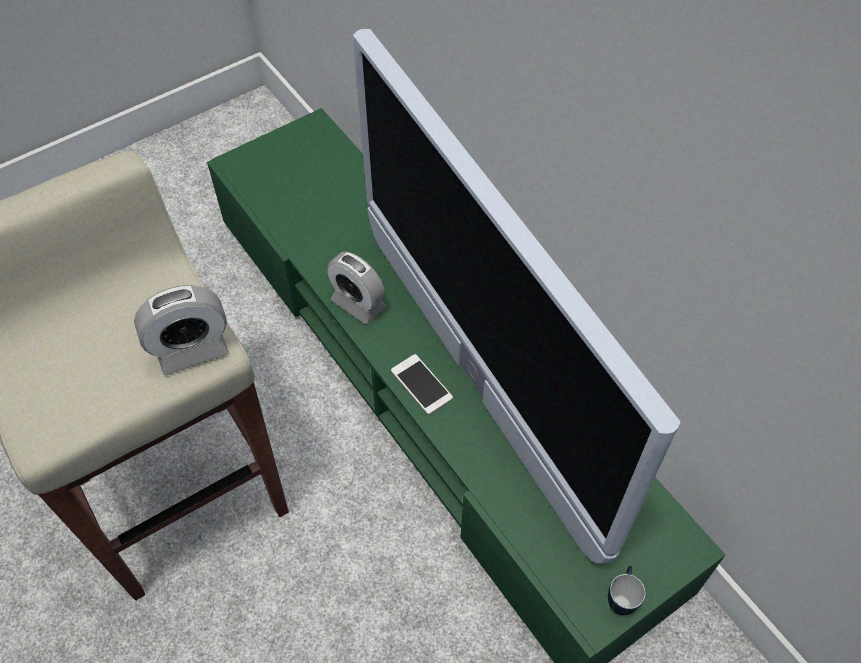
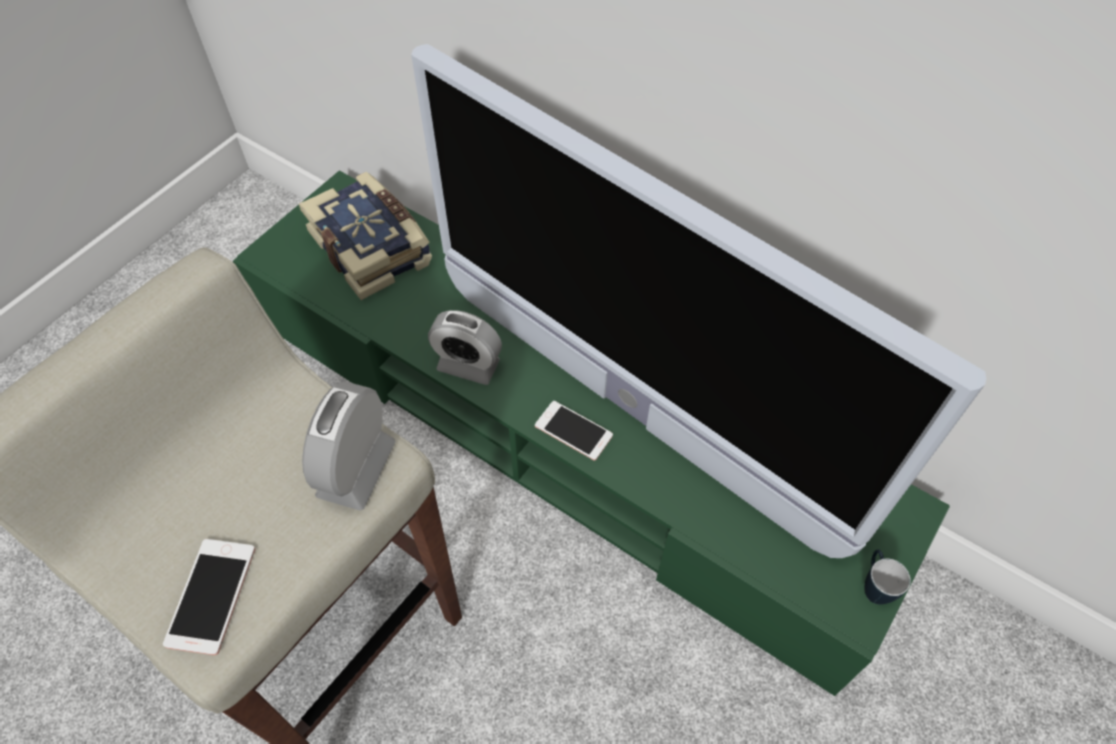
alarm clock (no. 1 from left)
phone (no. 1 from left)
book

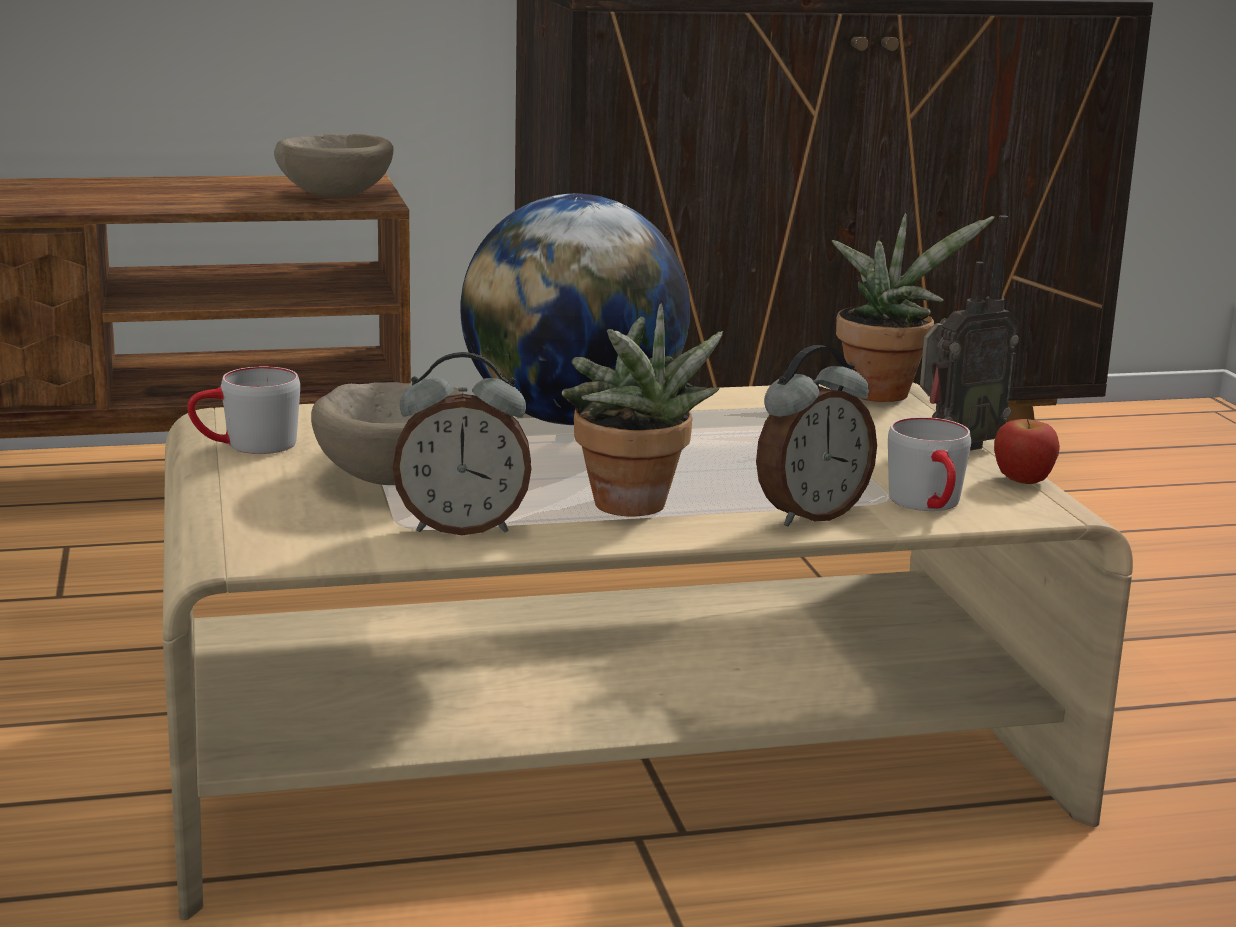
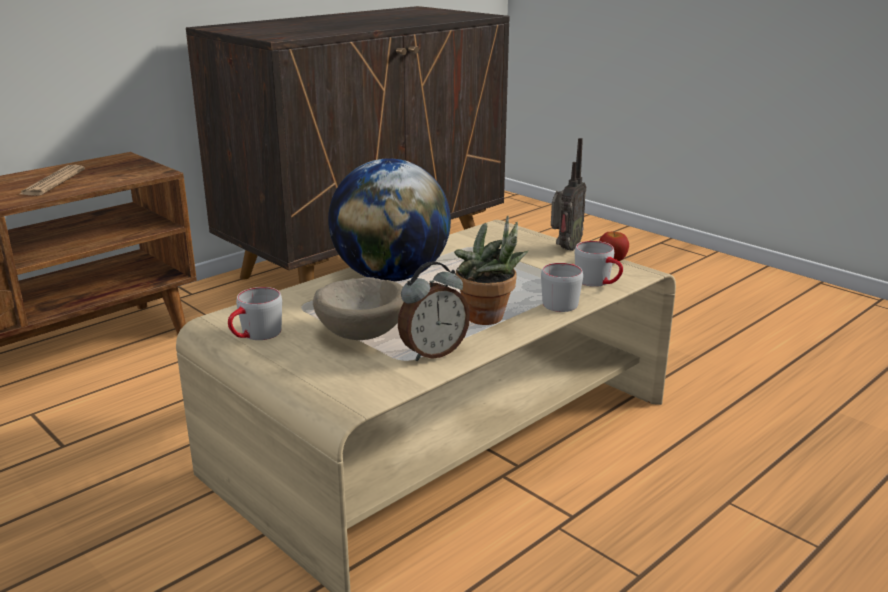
bowl/beige (no. 1 from left in the first image)
mug/grey (no. 2 from left)
potted plant (no. 2 from left in the first image)
newspaper

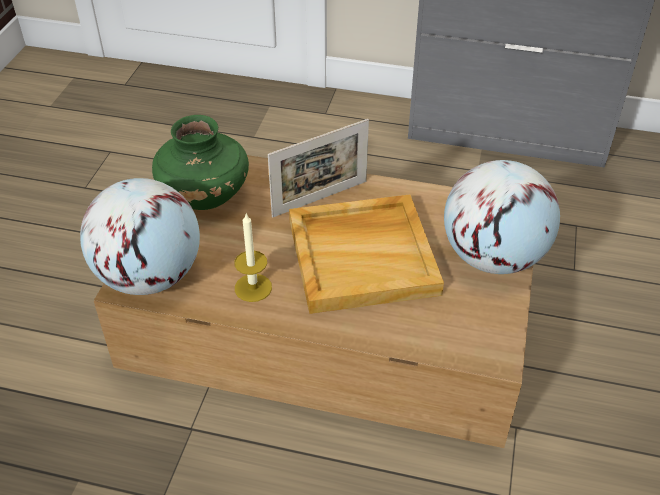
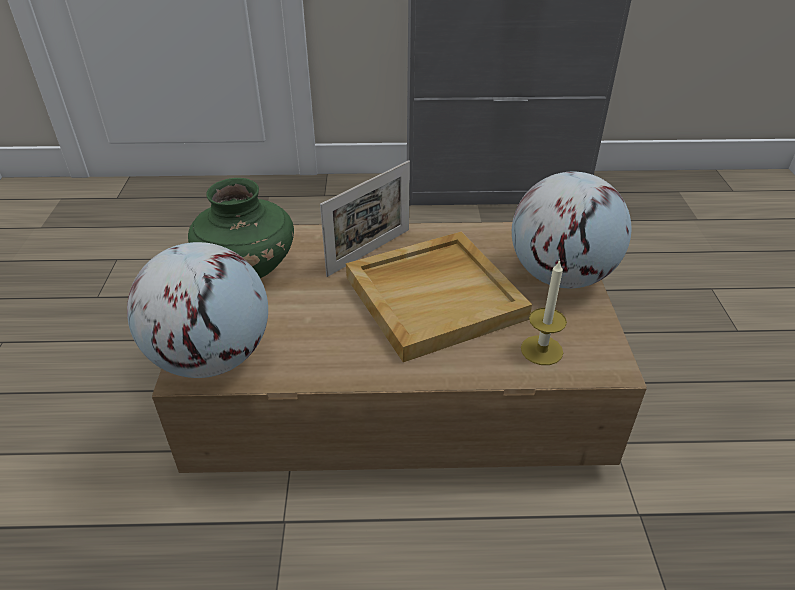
candle

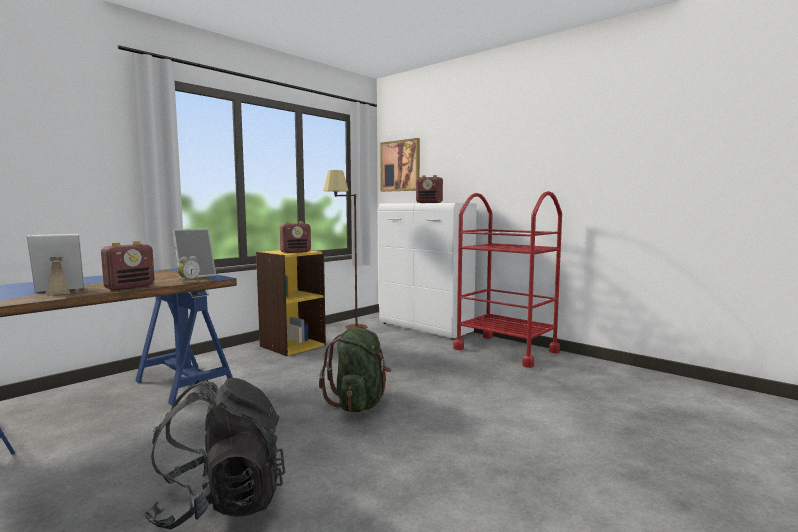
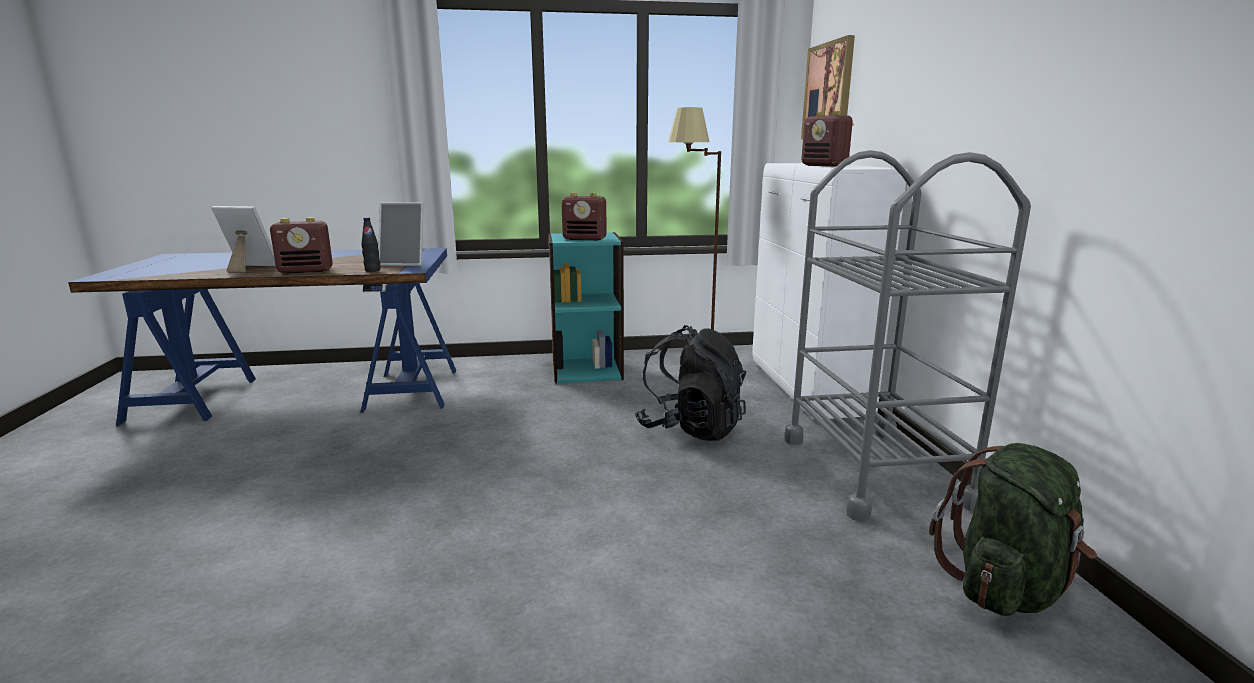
backpack/black
bottle/black
bookcase/turquoise
backpack/green
cart/grey

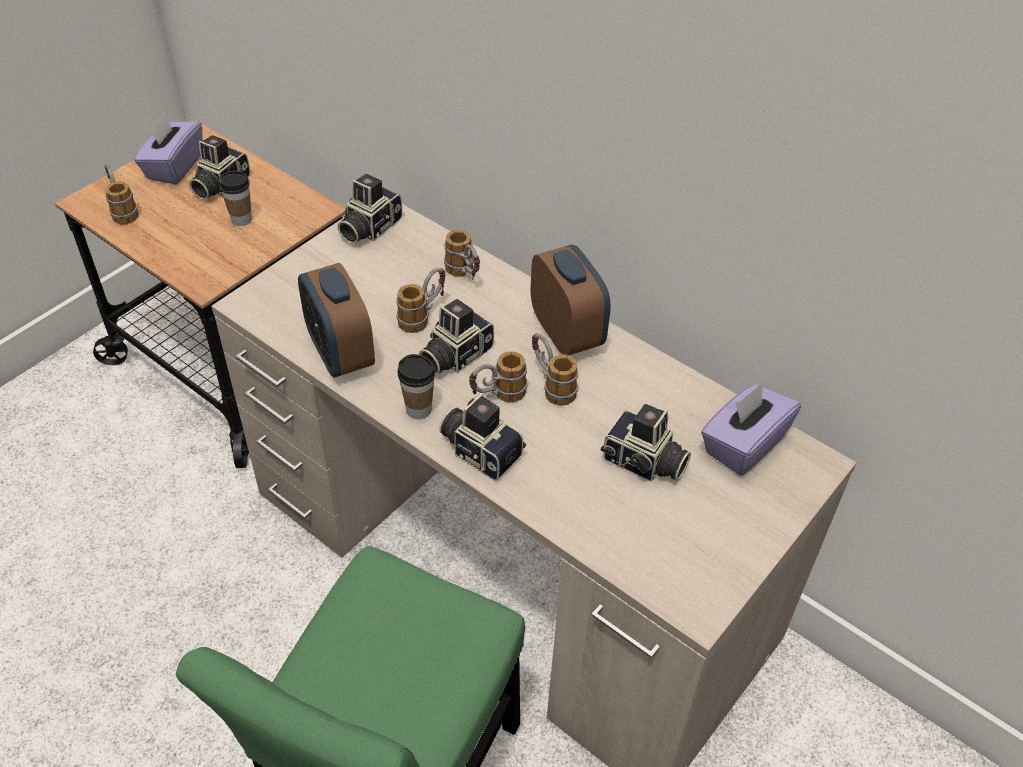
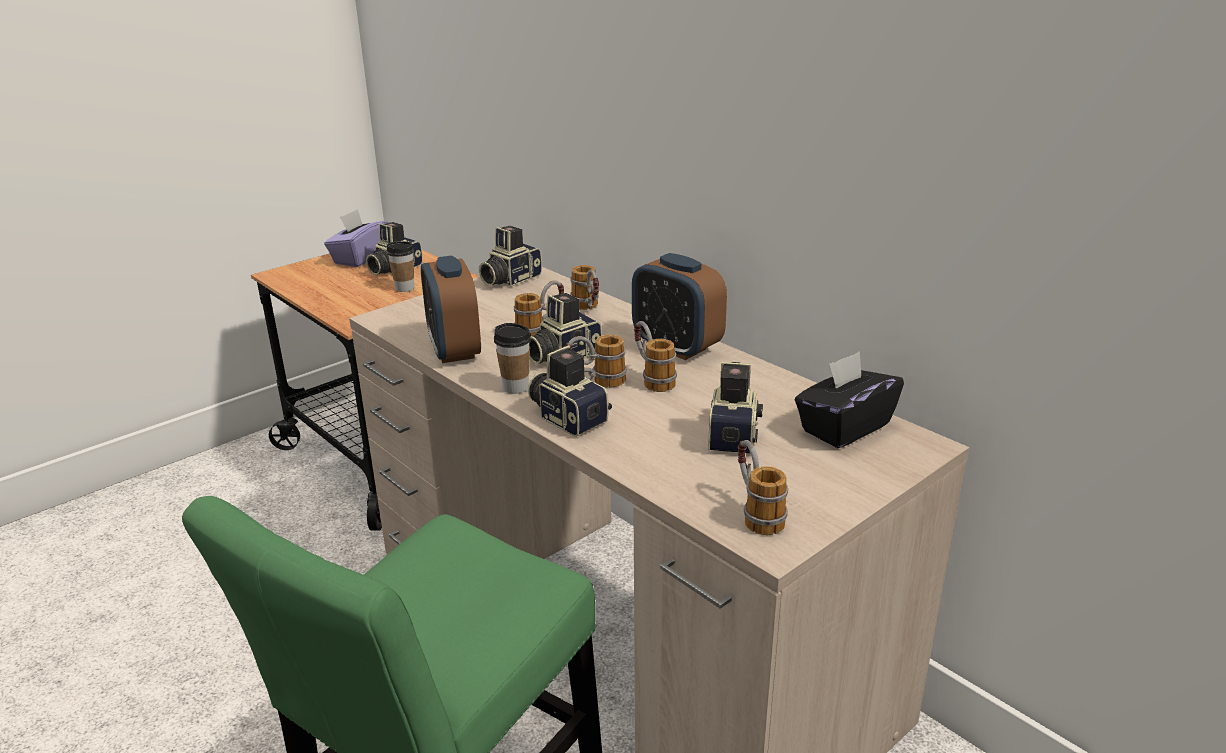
mug (no. 5 from left)
alarm clock (no. 2 from left)
photo camera (no. 5 from left)
tissue box/black

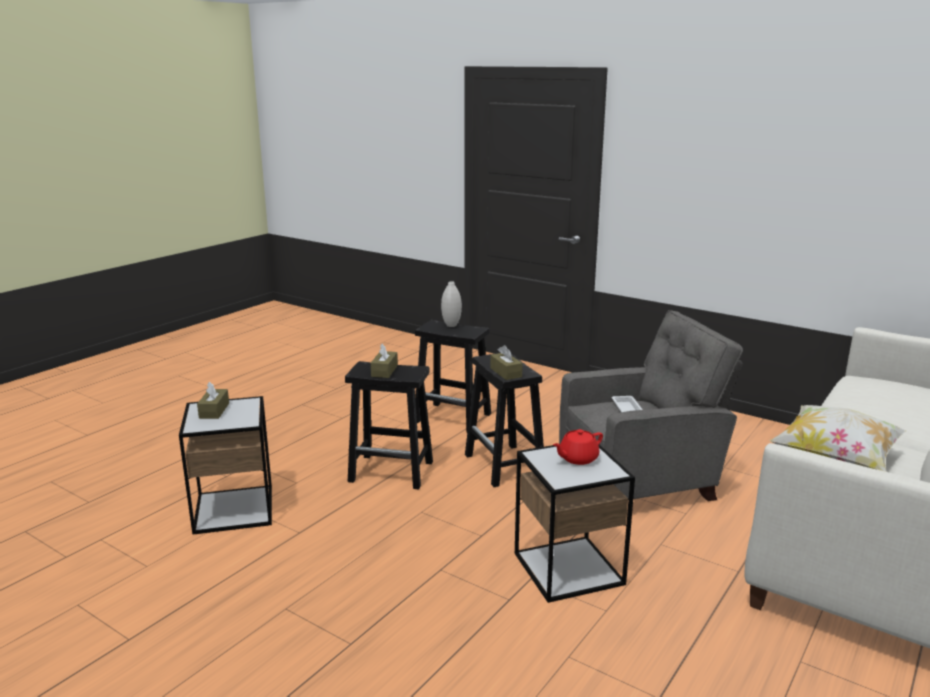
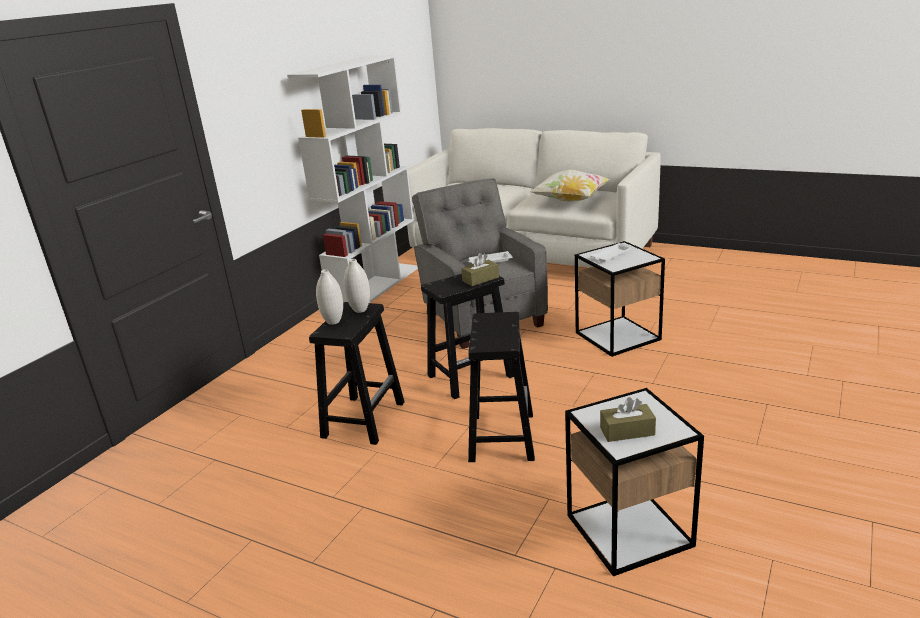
tissue box/brown (no. 2 from left in the first image)
tray/white (no. 2 from left)
bookcase/white
vase/white (no. 2 from left)

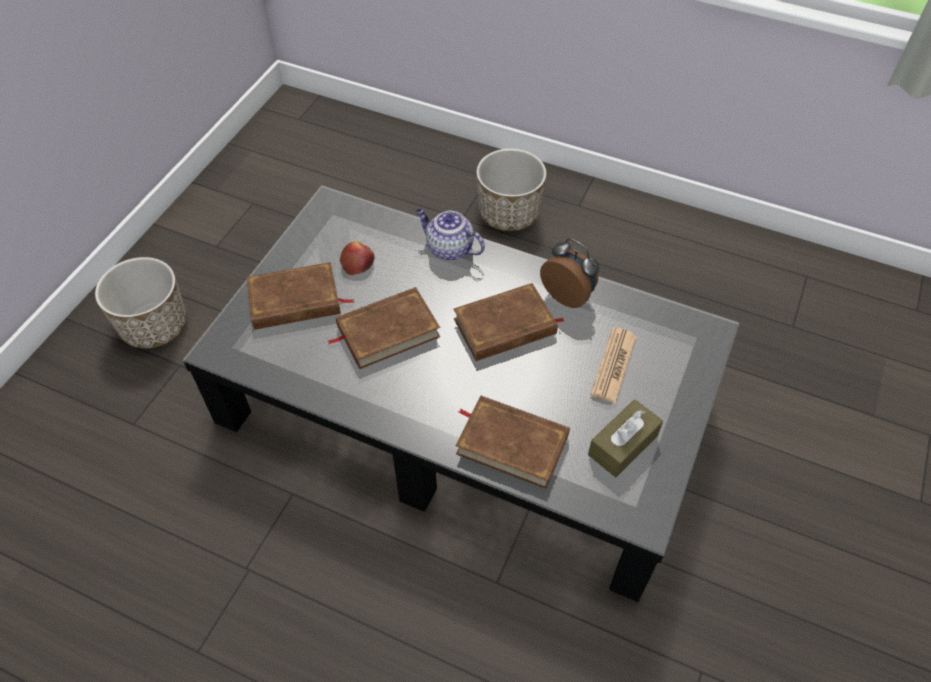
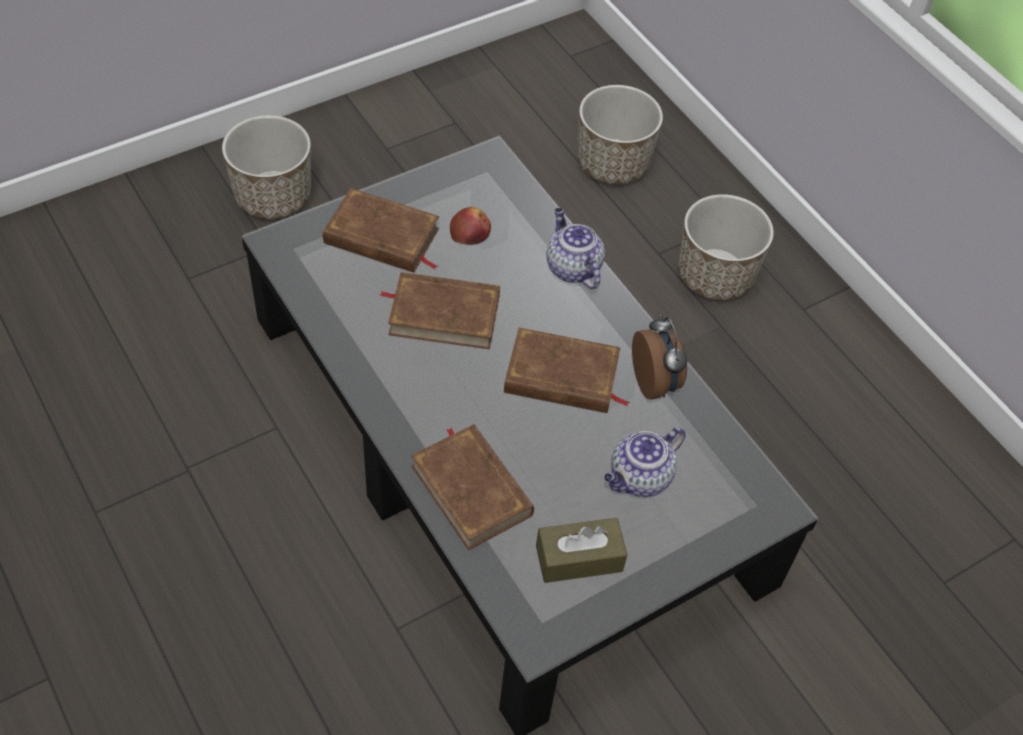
teapot (no. 2 from left)
planter (no. 2 from left)

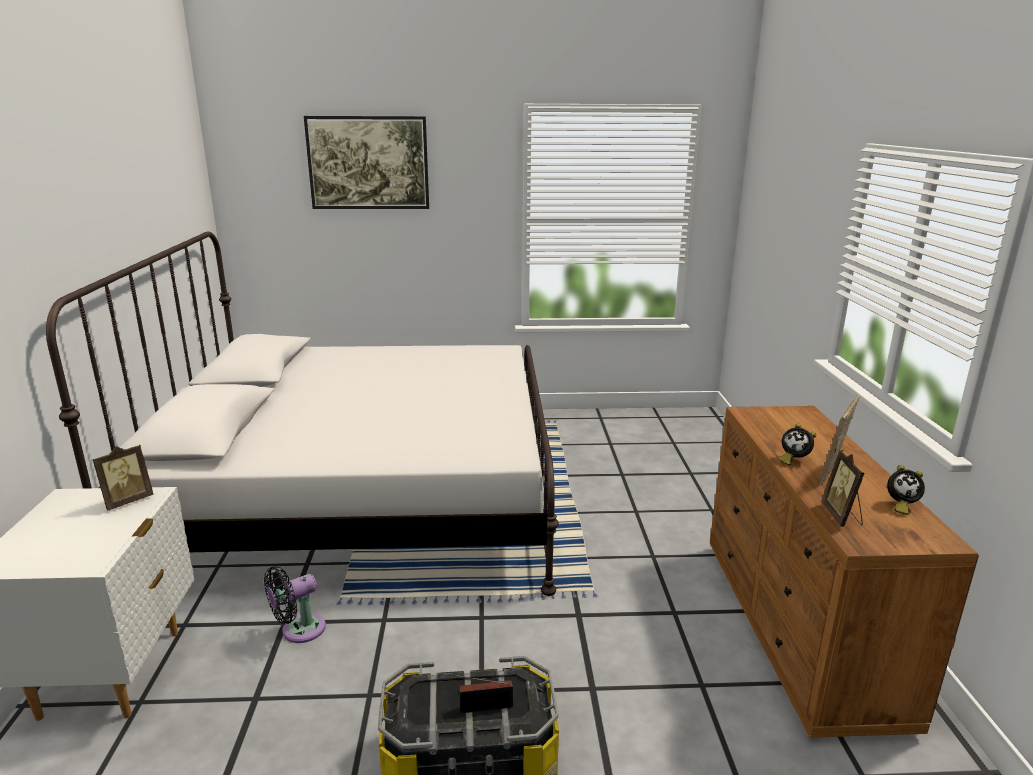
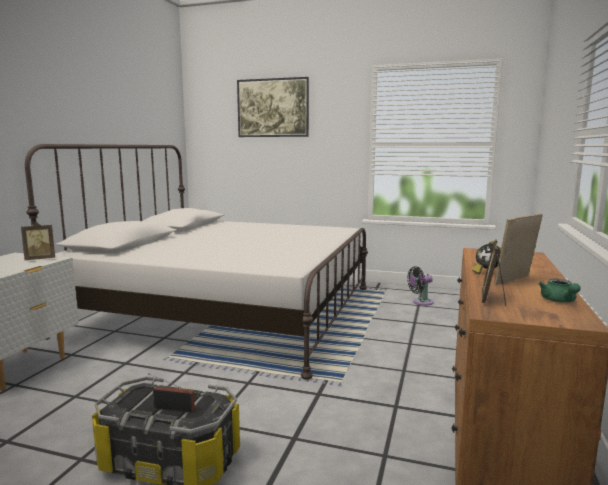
fan/black
teapot/green

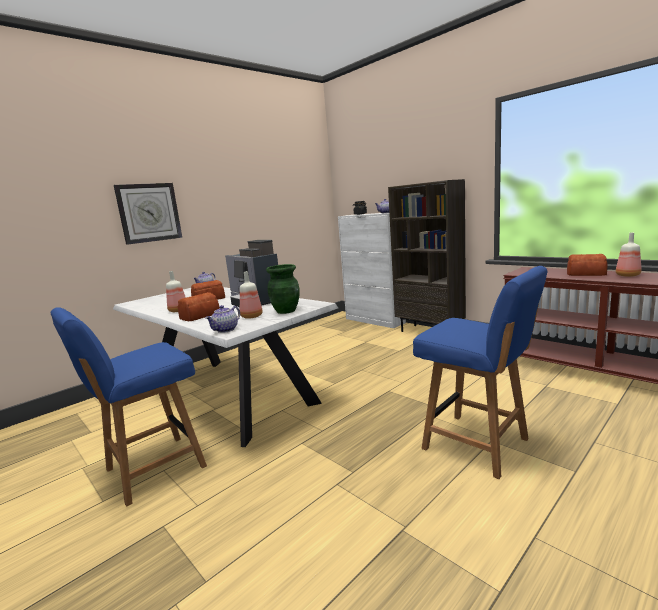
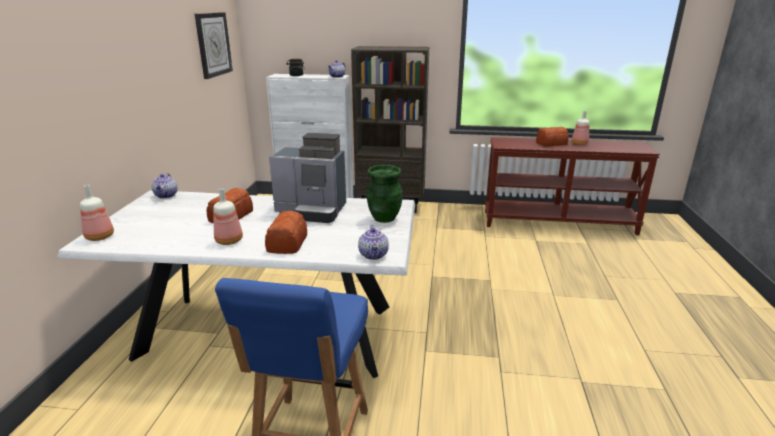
wall clock
bottle (no. 1 from left)
chair/blue (no. 2 from left in the first image)

